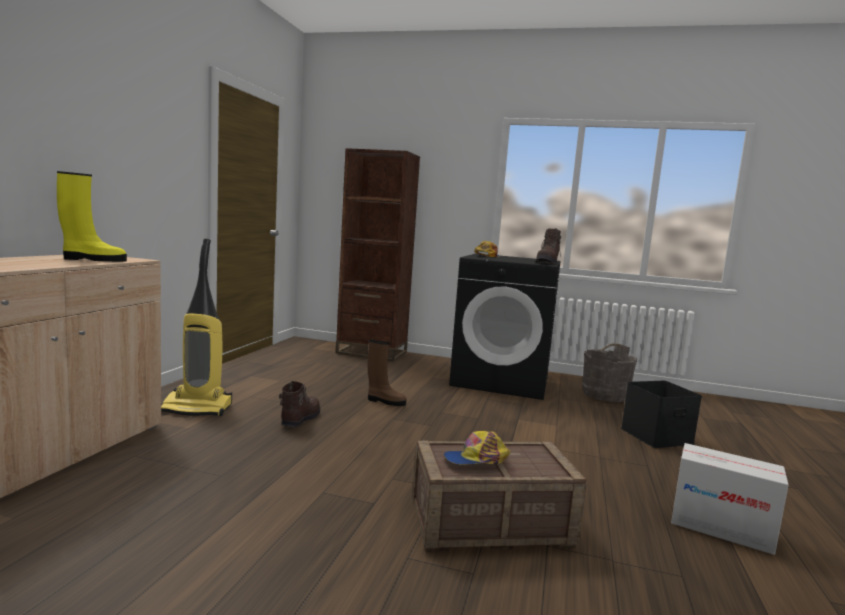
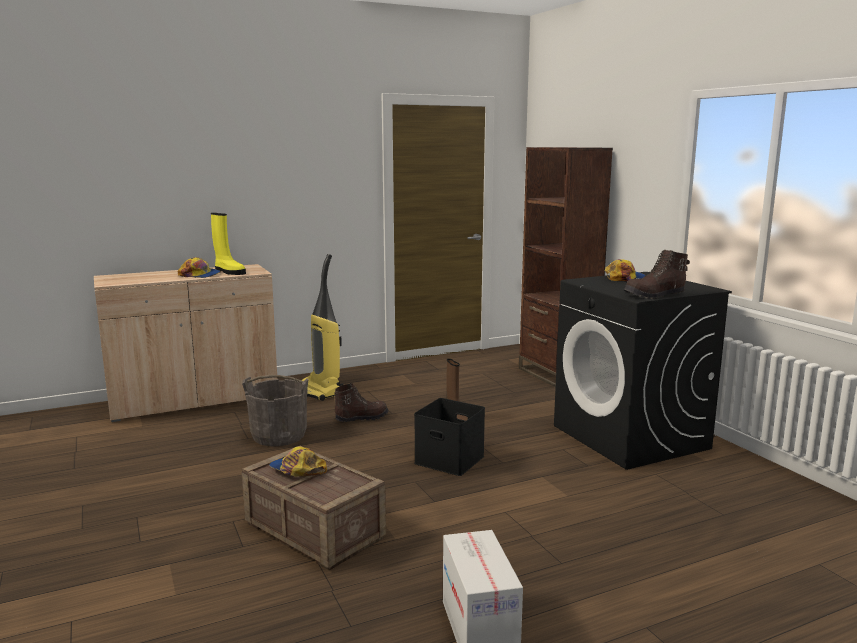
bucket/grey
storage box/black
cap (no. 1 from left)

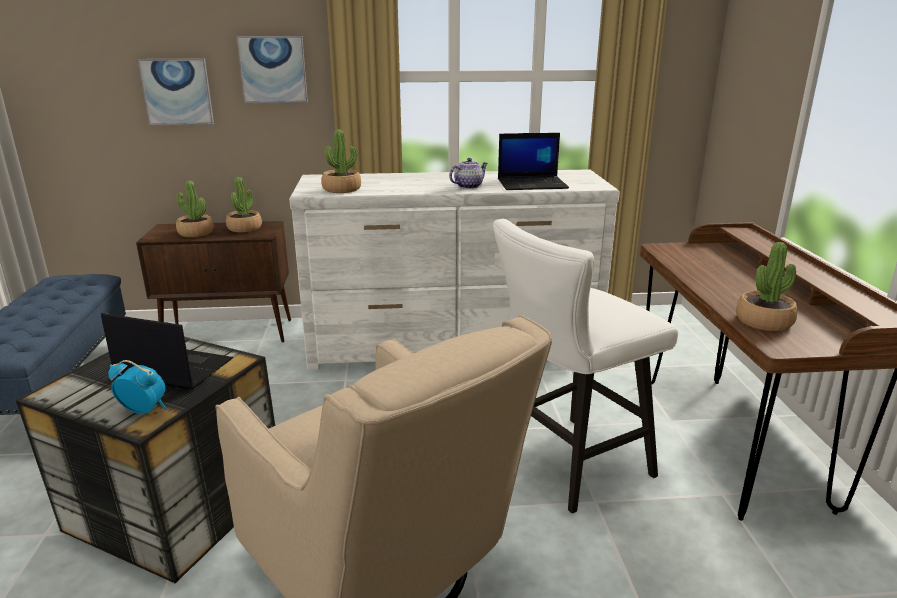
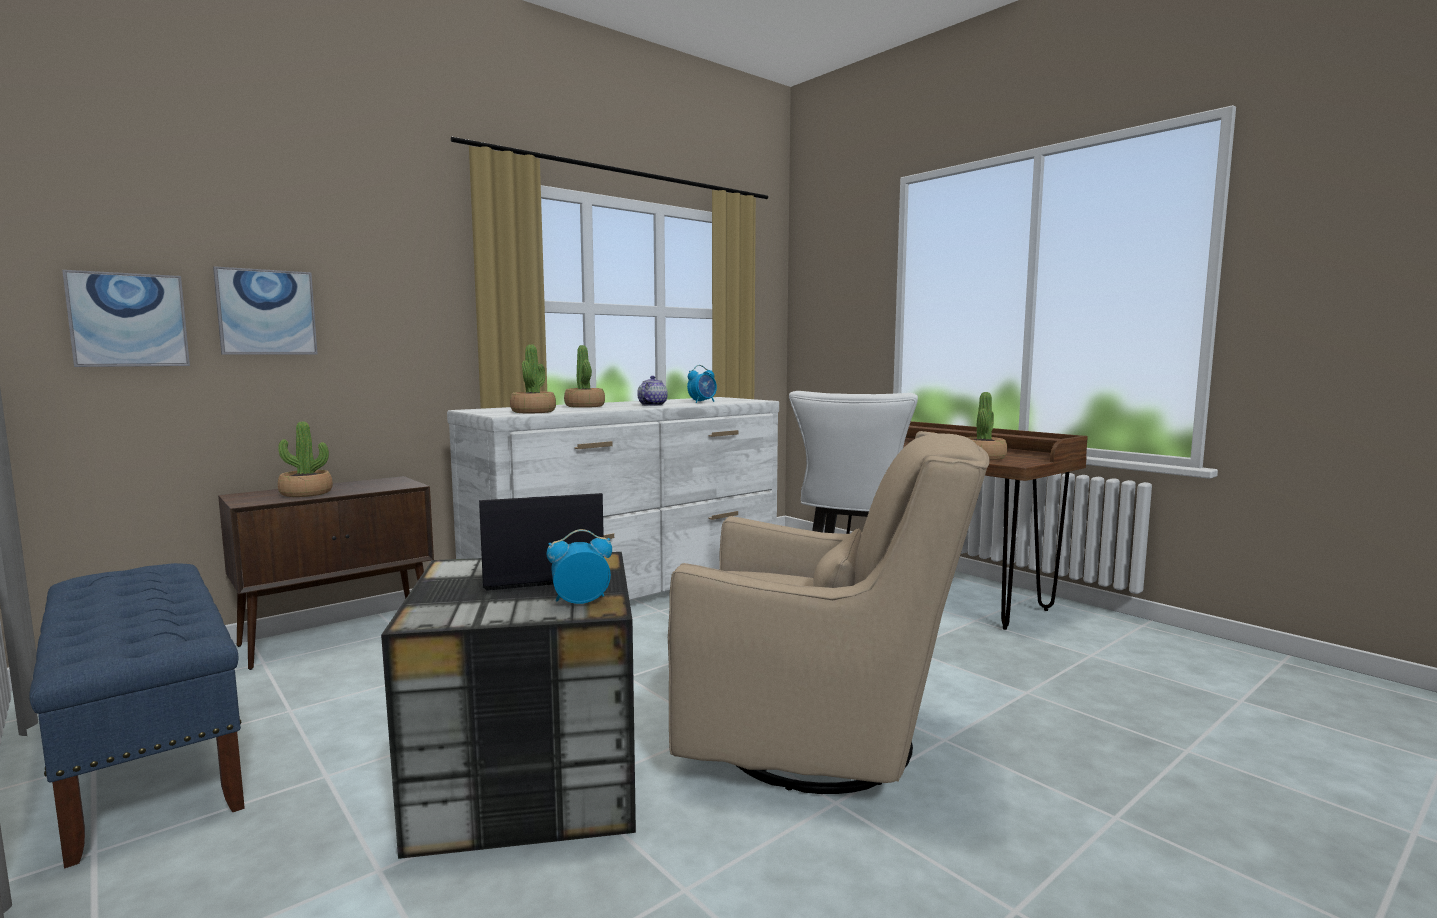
potted plant (no. 3 from left)
picture (no. 1 from left)
alarm clock (no. 2 from left)

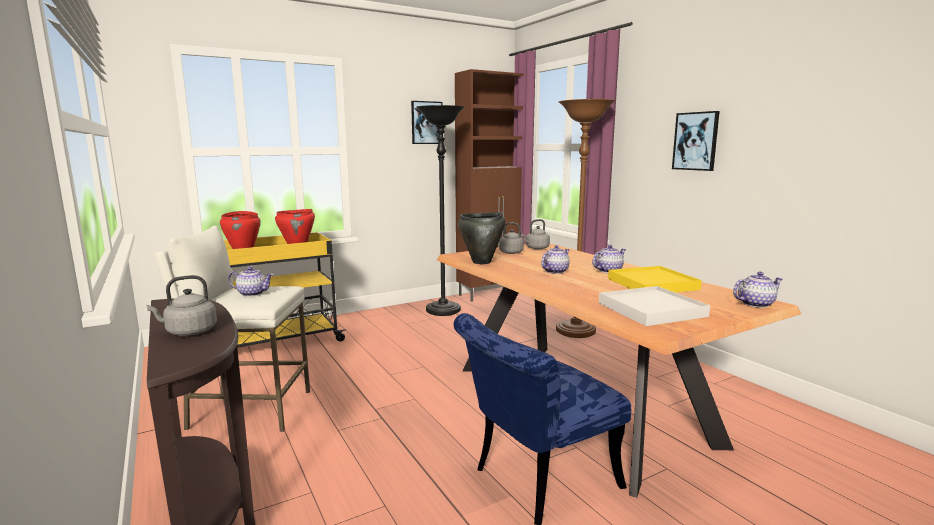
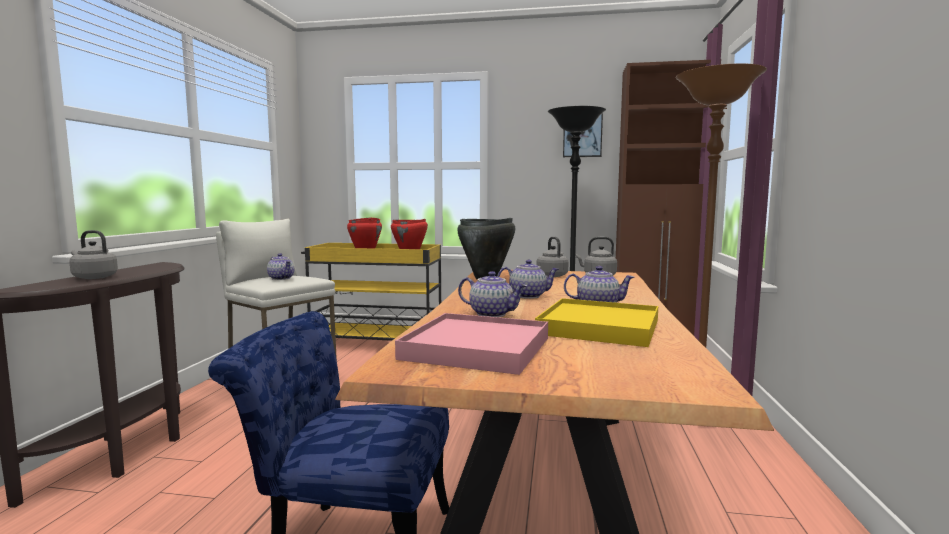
tray/pink
picture (no. 2 from left in the first image)
teapot (no. 2 from left)

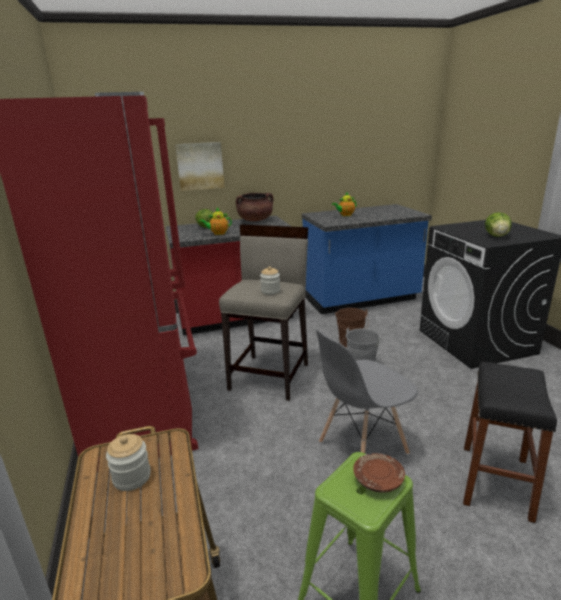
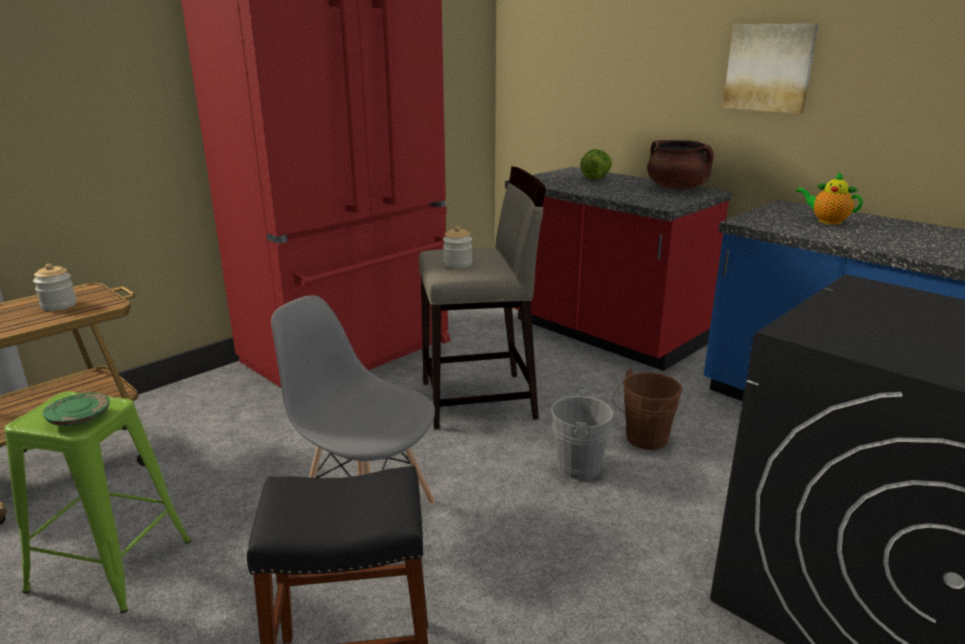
picture
teapot (no. 1 from left in the first image)
plate/green
lettuce (no. 2 from left in the first image)

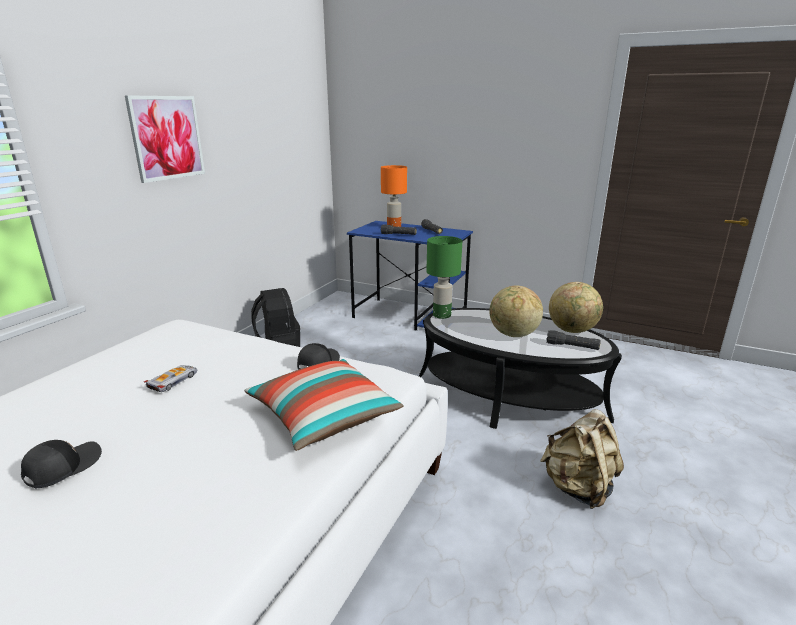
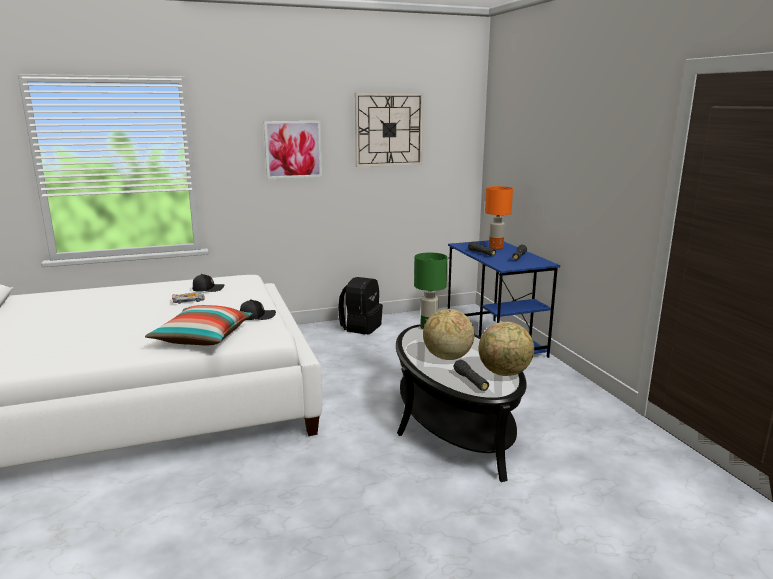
cap/black (no. 1 from left)
backpack/beige
wall clock

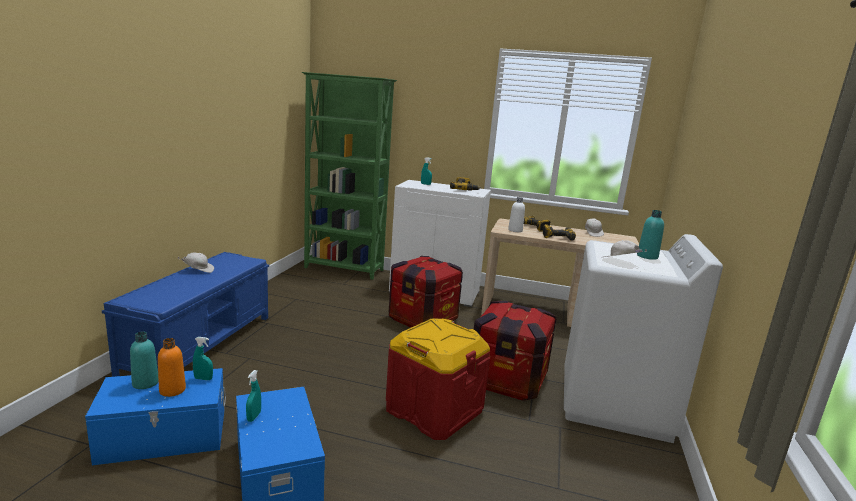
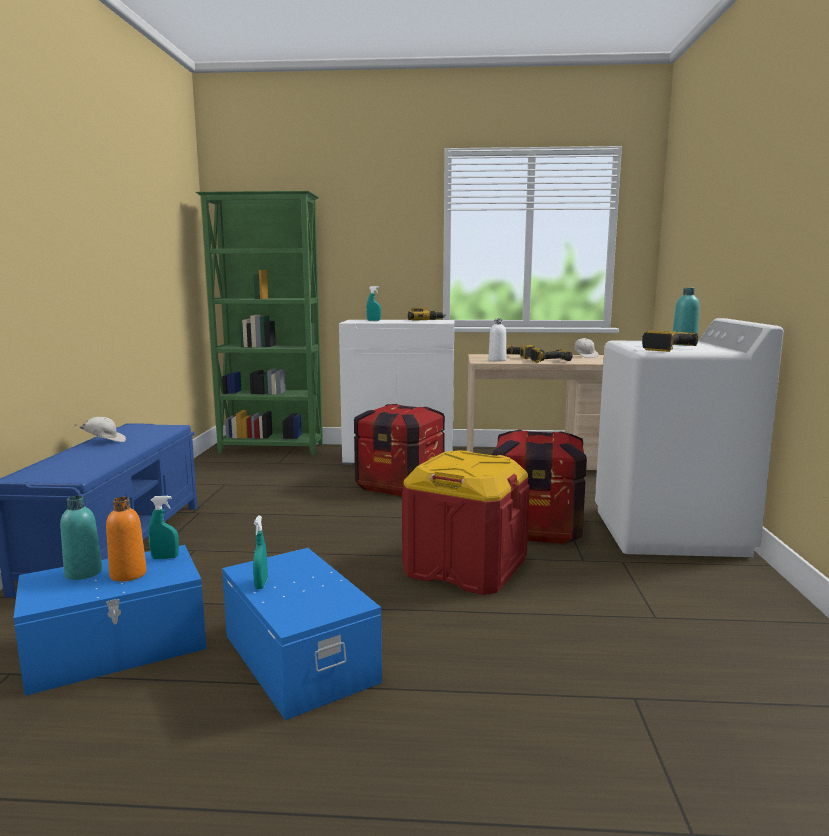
power drill (no. 4 from left)

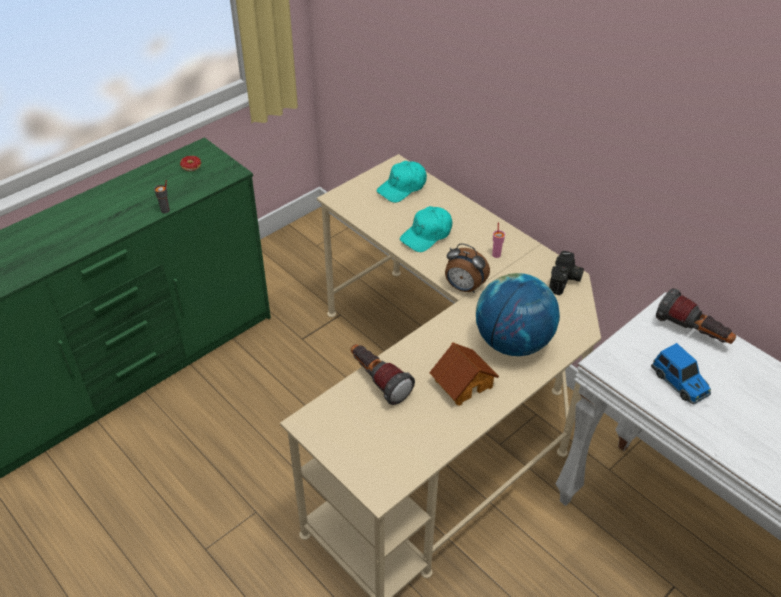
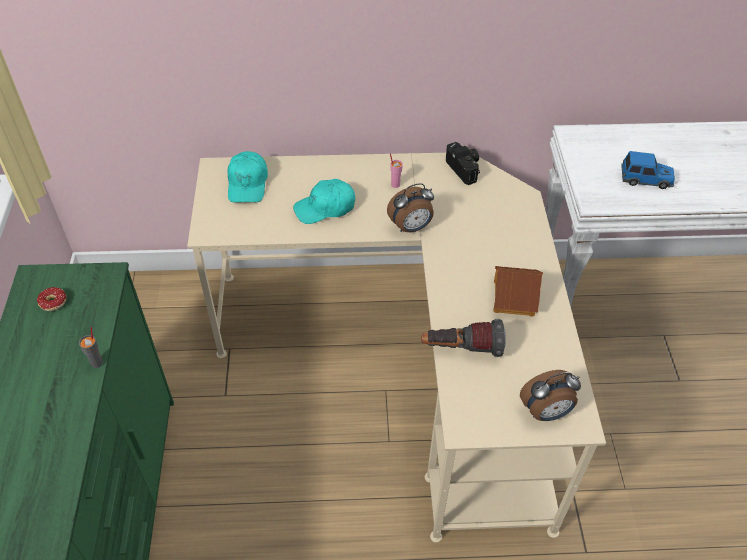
cap/turquoise (no. 2 from left)
globe
flashlight (no. 2 from left in the first image)
alarm clock (no. 2 from left)

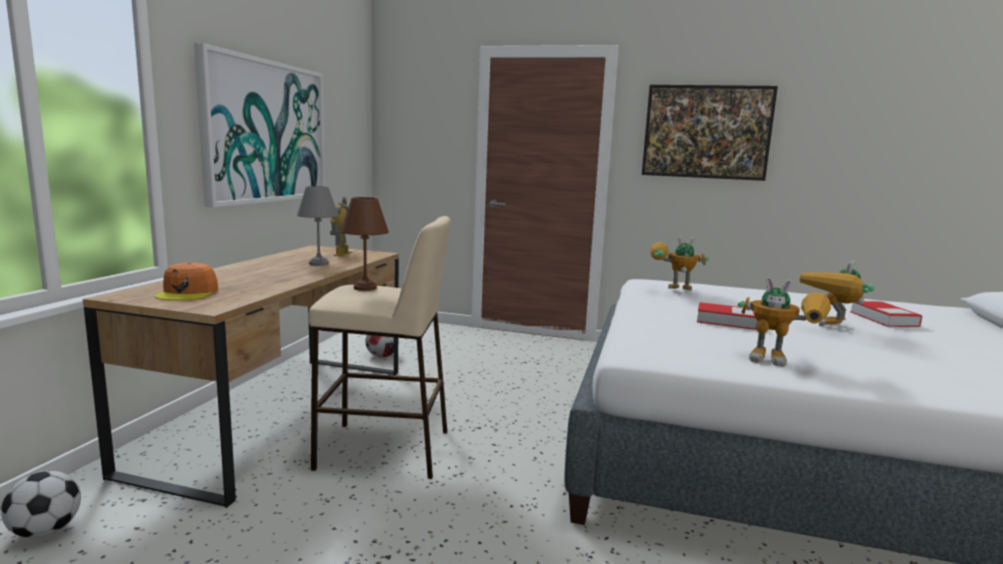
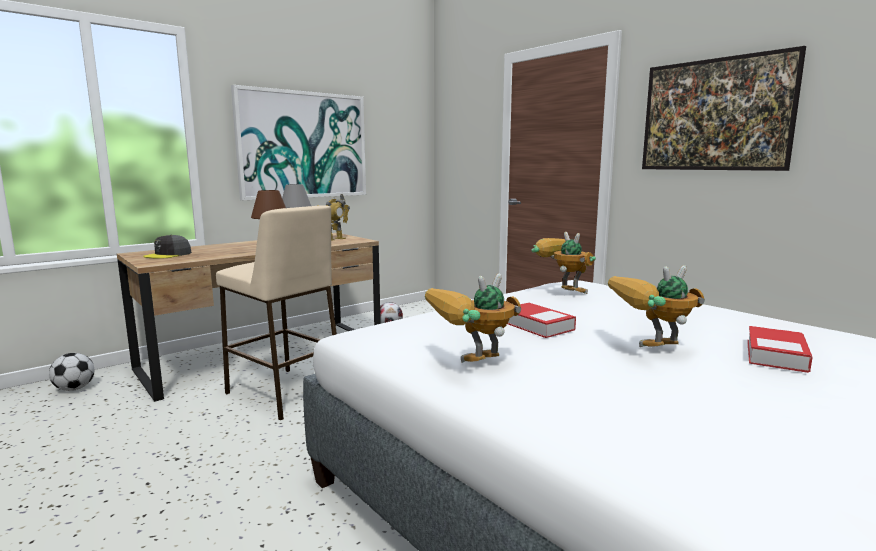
cap/grey
toy robot (no. 2 from left)

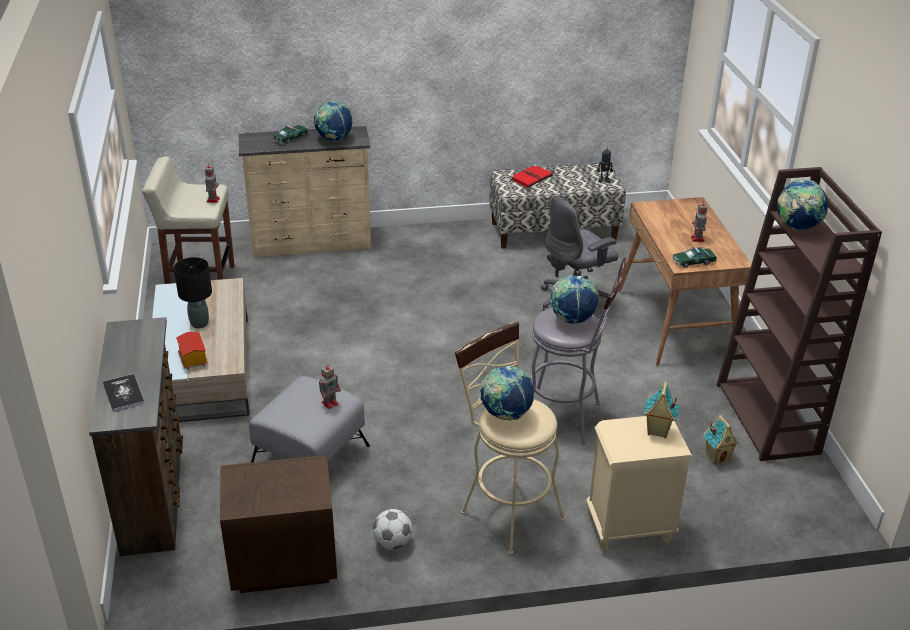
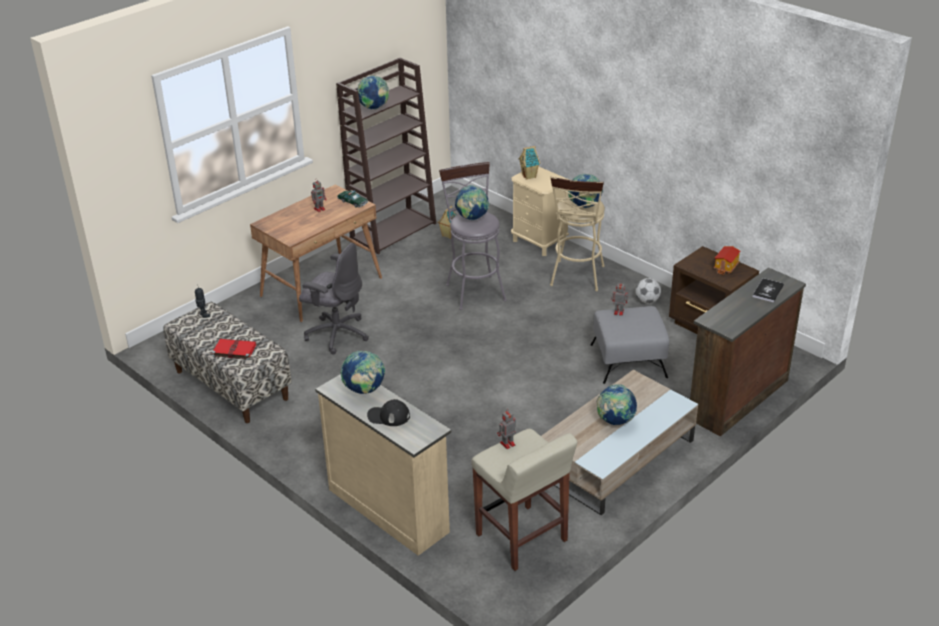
globe (no. 5 from left)
toy house (no. 3 from left)
cap/black

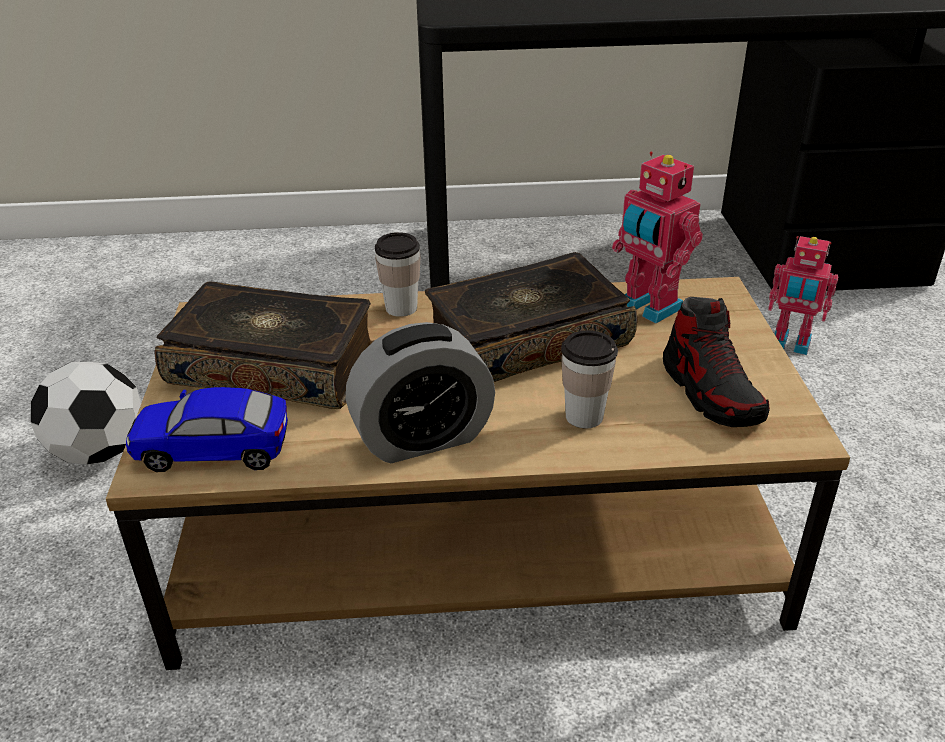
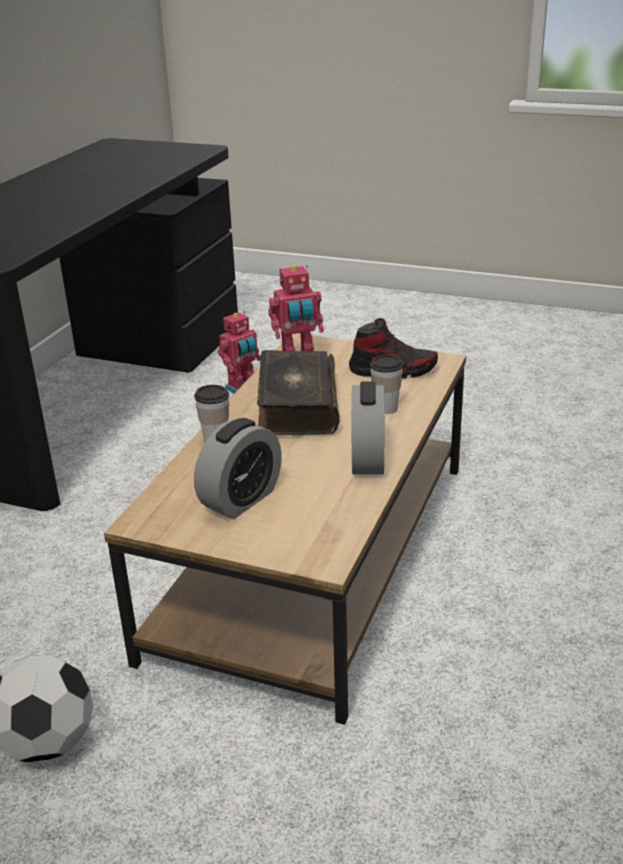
toy car
alarm clock (no. 1 from left)

